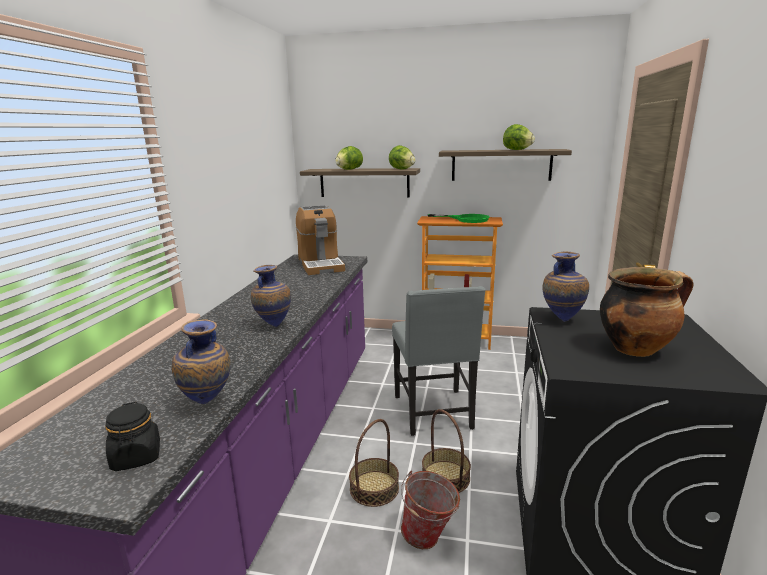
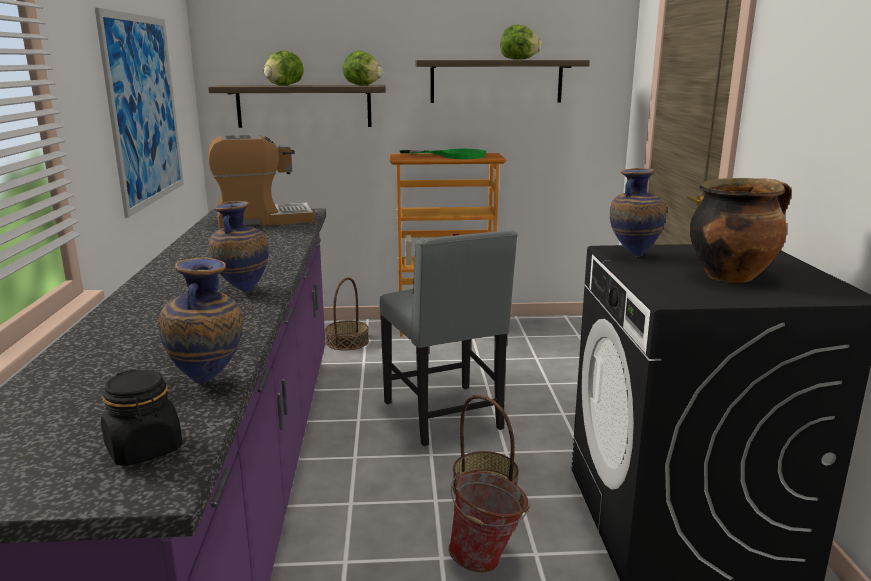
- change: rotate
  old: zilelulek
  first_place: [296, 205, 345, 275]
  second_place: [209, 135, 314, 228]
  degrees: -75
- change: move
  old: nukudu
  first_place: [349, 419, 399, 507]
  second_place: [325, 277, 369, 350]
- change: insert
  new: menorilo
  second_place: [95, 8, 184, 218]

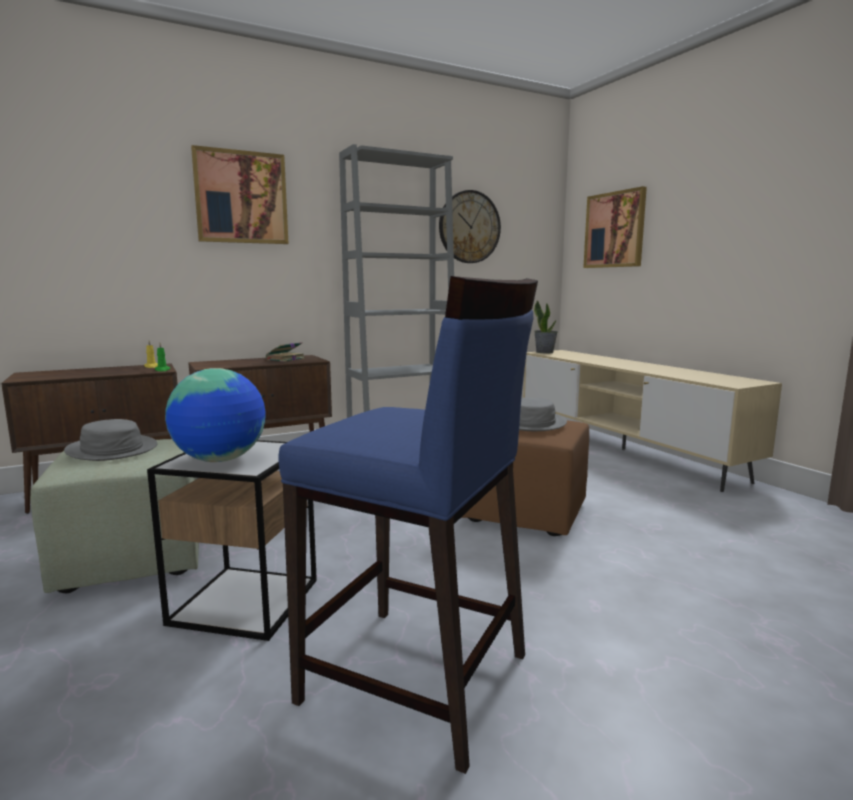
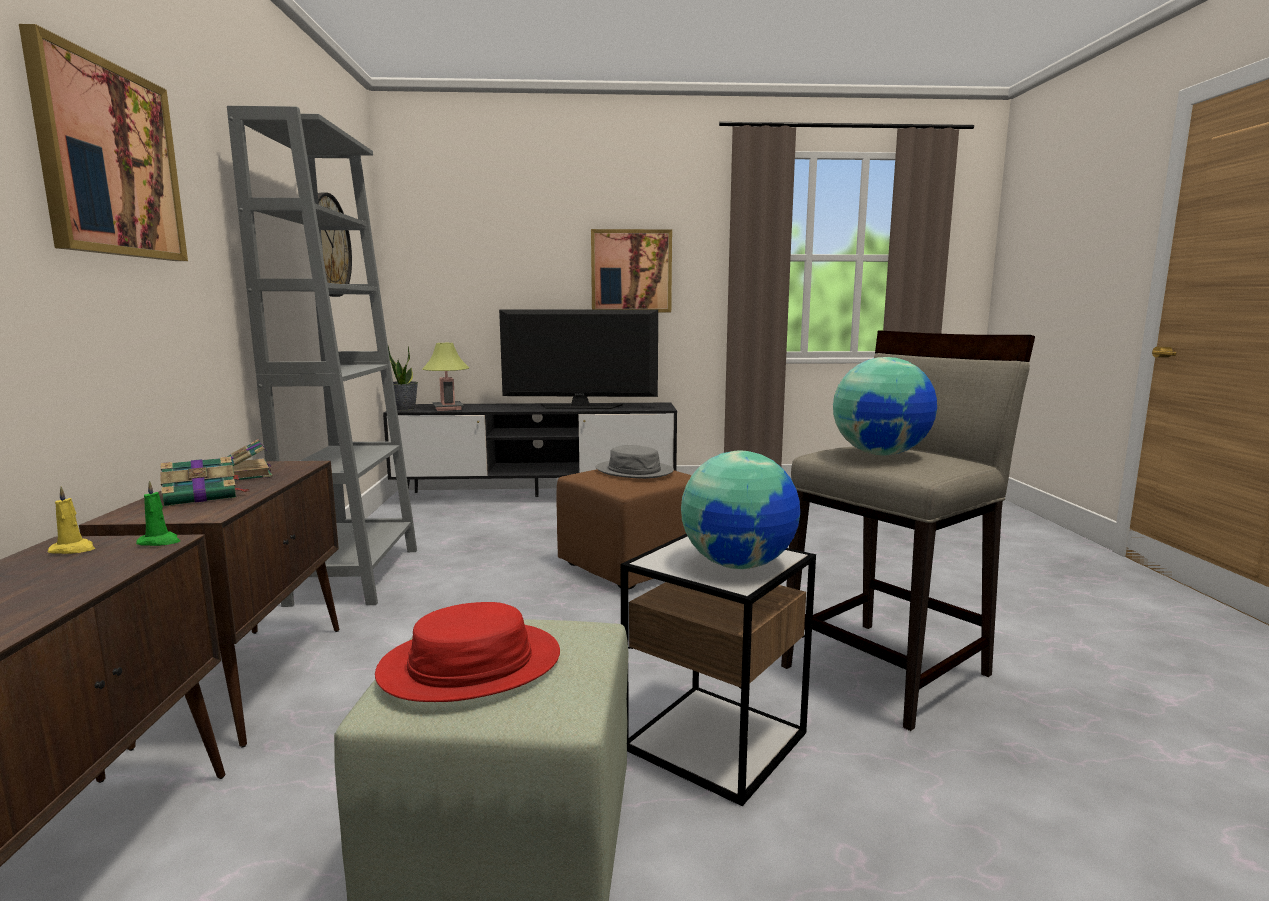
- change: move
  old: menorilo
  first_place: [583, 186, 647, 268]
  second_place: [591, 229, 672, 312]
- change: recolor
  old: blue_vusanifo
  new: beige_vusanifo
  first_place: [278, 276, 538, 774]
  second_place: [781, 330, 1035, 731]
- change: recolor
  old: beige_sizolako
  new: black_sizolako
  first_place: [523, 350, 782, 492]
  second_place: [383, 403, 677, 497]
- change: recolor
  old: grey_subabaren
  new: red_subabaren
  first_place: [64, 419, 157, 461]
  second_place: [375, 602, 560, 702]
- change: insert
  new: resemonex
  second_place: [499, 309, 658, 409]
- change: insert
  new: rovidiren
  second_place: [422, 343, 469, 411]
- change: insert
  new: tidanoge
  second_place: [833, 357, 937, 455]
- change: insert
  new: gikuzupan
  second_place: [160, 456, 249, 507]

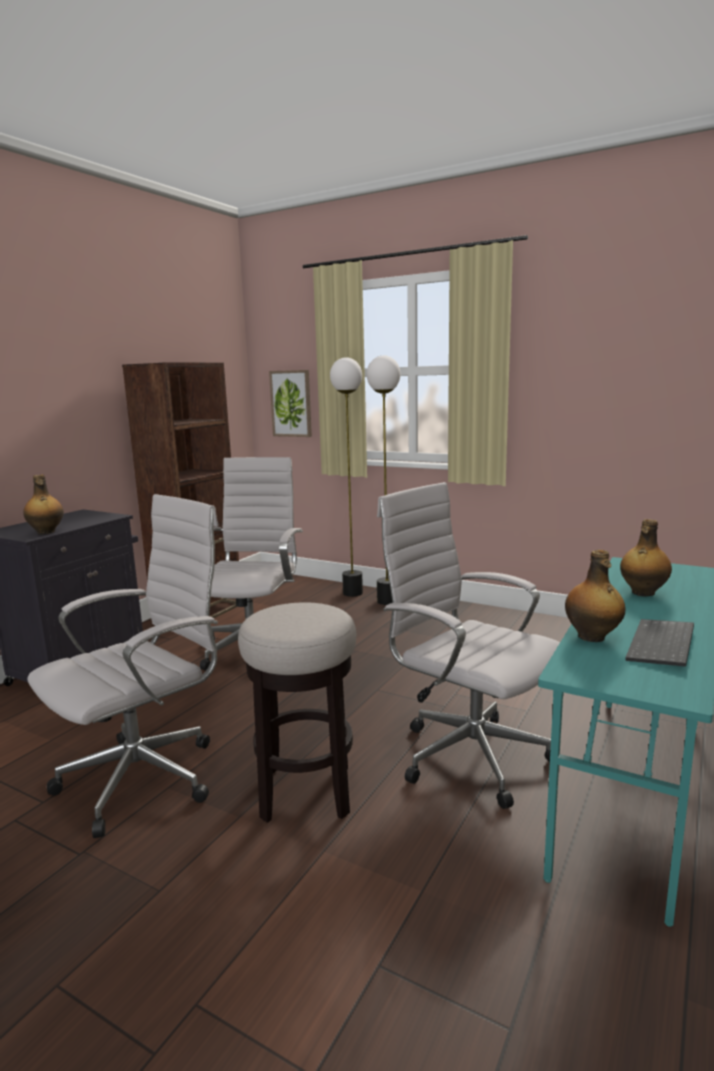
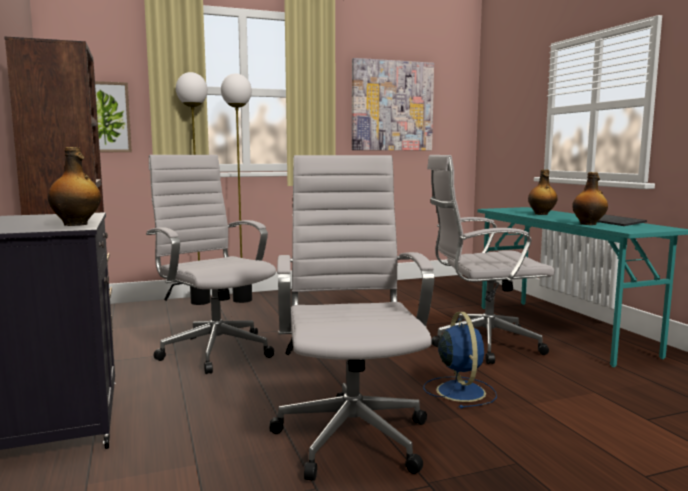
- change: replace
  old: vusanifo
  new: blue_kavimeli
  first_place: [238, 602, 356, 823]
  second_place: [423, 312, 497, 409]
- change: insert
  new: menorilo
  second_place: [352, 58, 434, 150]

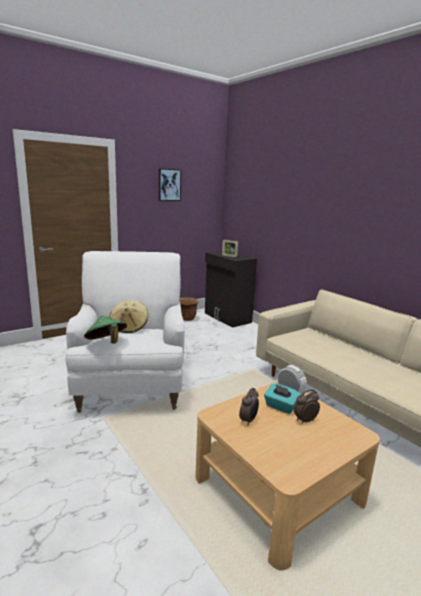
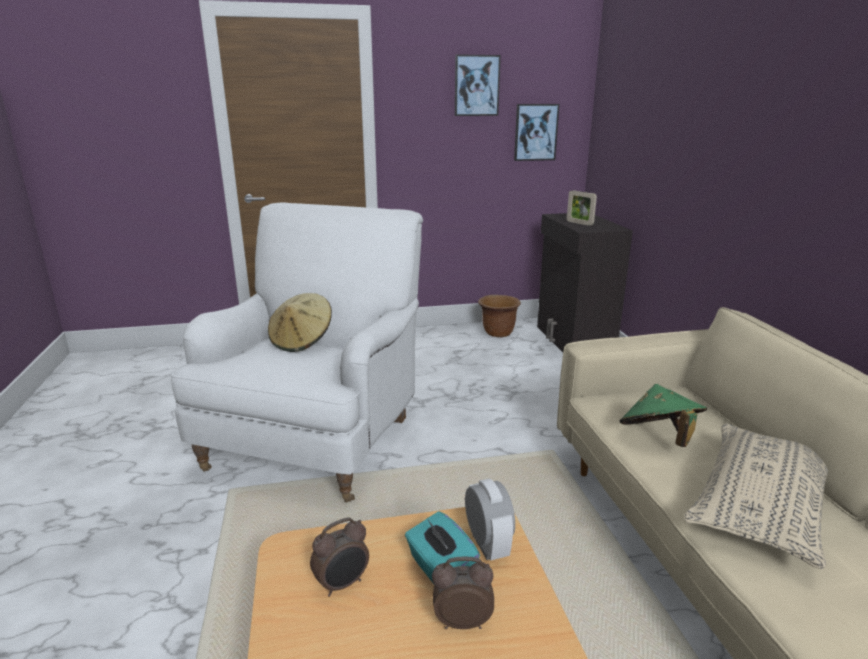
- change: move
  old: green_subabaren
  first_place: [84, 315, 127, 344]
  second_place: [620, 384, 707, 447]
- change: insert
  new: menorilo
  second_place: [514, 104, 559, 161]
- change: insert
  new: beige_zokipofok
  second_place: [684, 423, 828, 569]

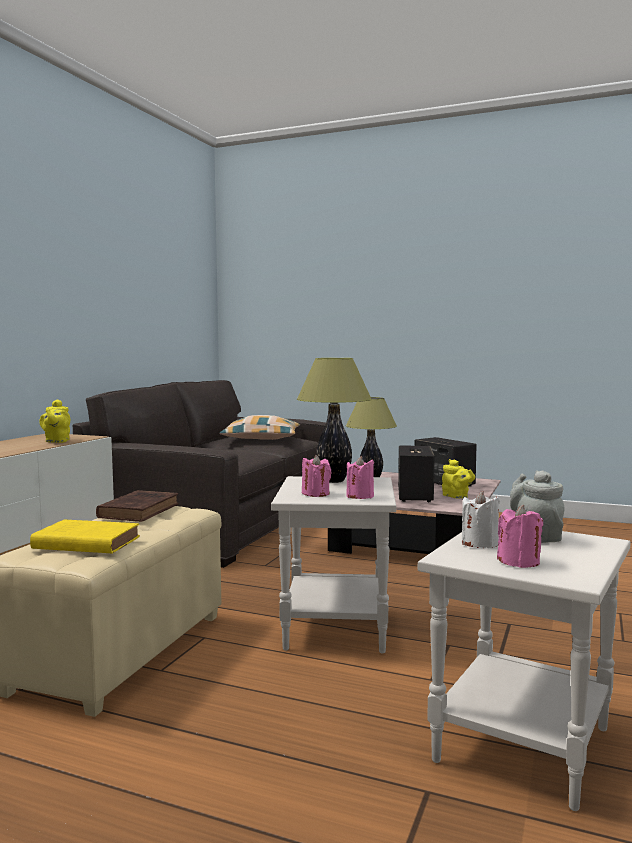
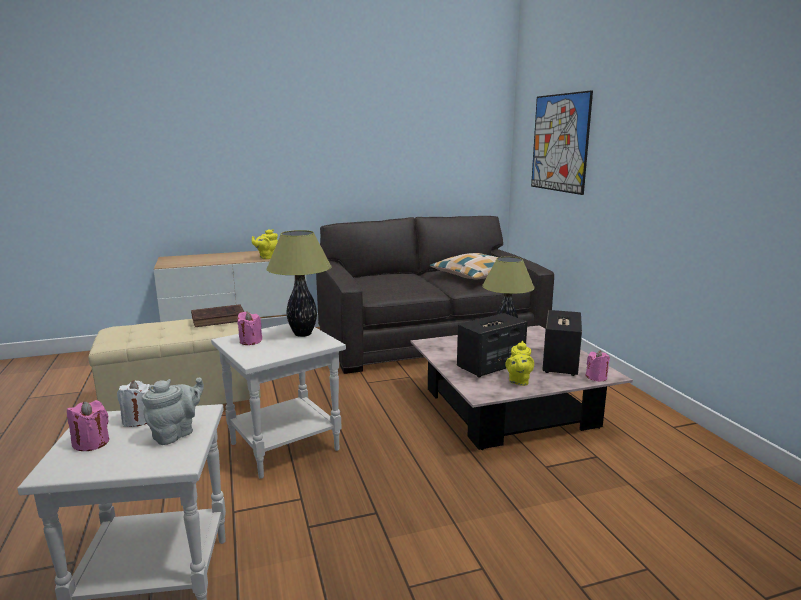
- change: move
  old: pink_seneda
  first_place: [346, 456, 374, 499]
  second_place: [586, 350, 610, 382]
- change: delete
  old: yellow_gikuzupan
  first_place: [30, 519, 140, 554]
- change: insert
  new: menorilo
  second_place: [531, 90, 593, 195]

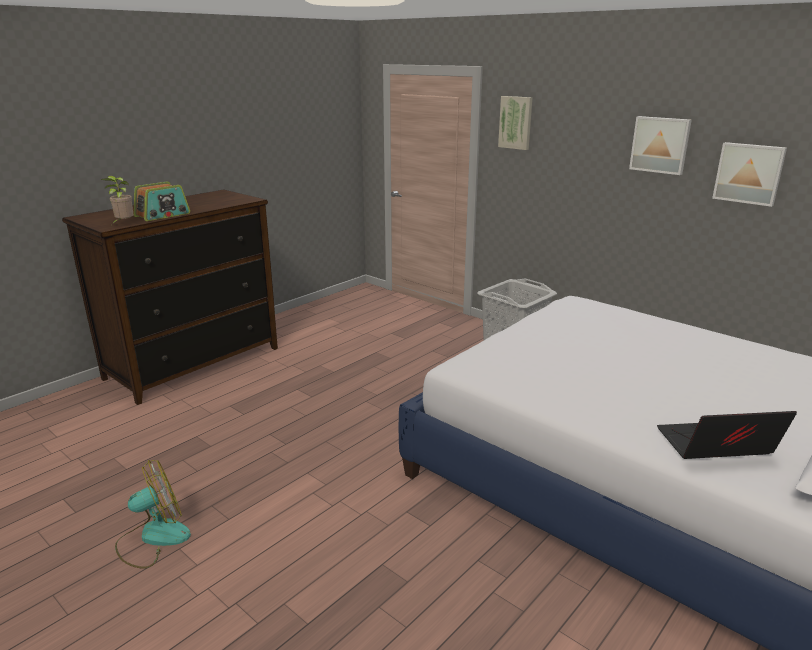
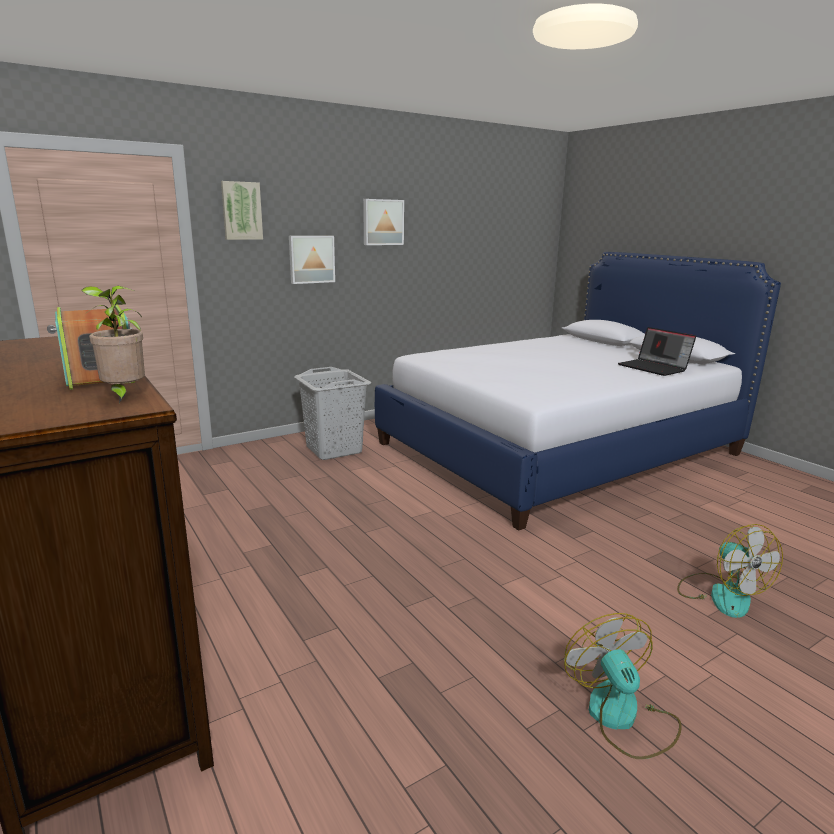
- change: move
  old: menorilo
  first_place: [712, 142, 787, 207]
  second_place: [289, 236, 335, 284]
- change: rotate
  old: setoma
  first_place: [657, 411, 797, 459]
  second_place: [618, 327, 696, 376]
  degrees: -45
- change: insert
  new: kavimeli
  second_place: [677, 524, 783, 618]

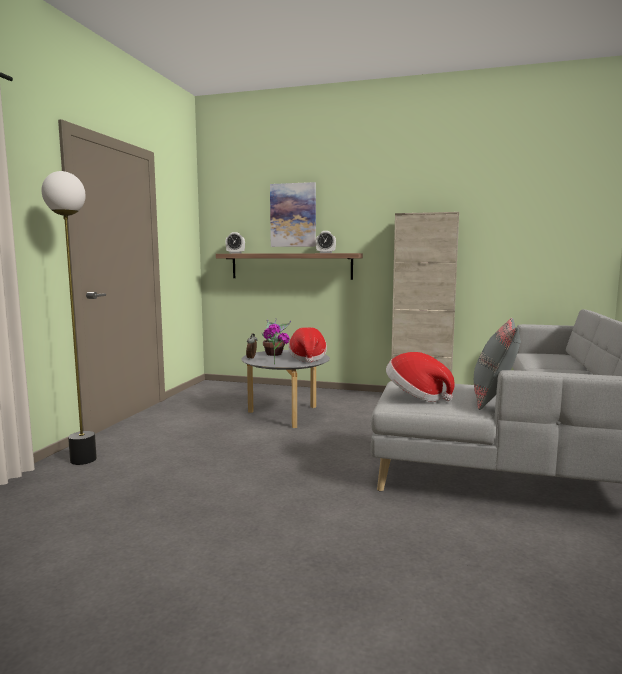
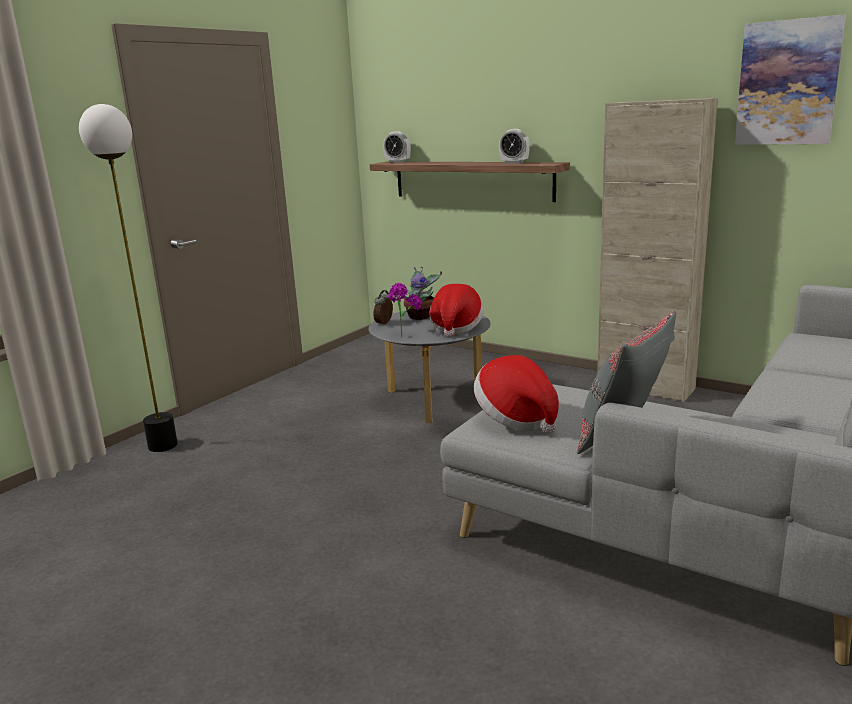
- change: move
  old: menorilo
  first_place: [270, 182, 316, 247]
  second_place: [735, 14, 846, 145]

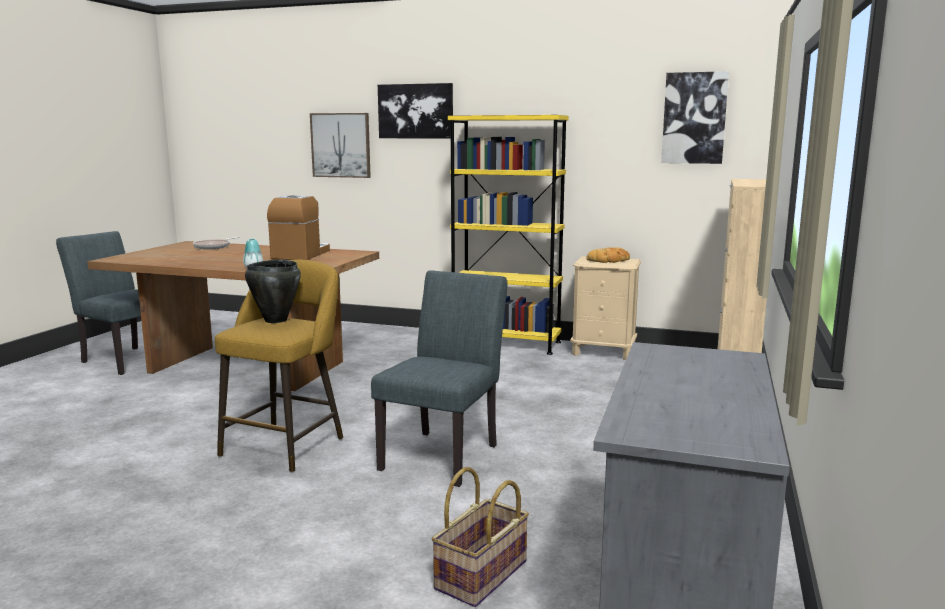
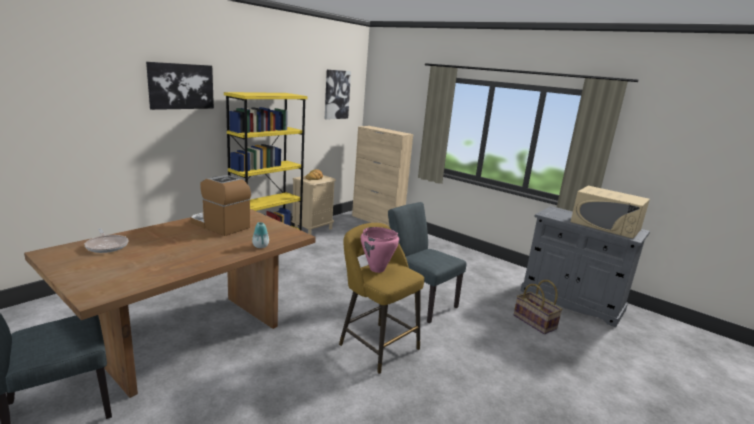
- change: delete
  old: menorilo
  first_place: [310, 113, 371, 178]
- change: recolor
  old: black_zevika
  new: pink_zevika
  first_place: [245, 260, 301, 323]
  second_place: [361, 227, 399, 273]
- change: insert
  new: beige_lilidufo
  second_place: [571, 186, 650, 239]

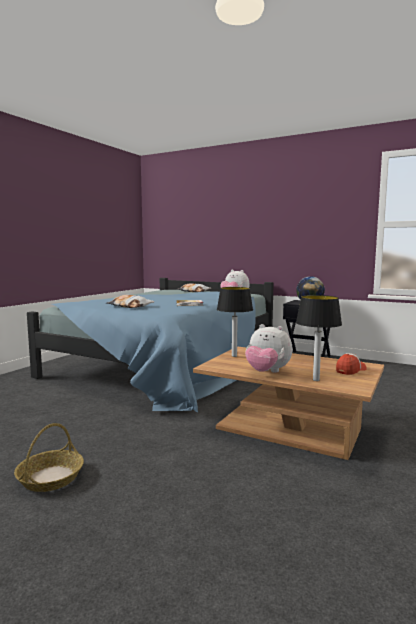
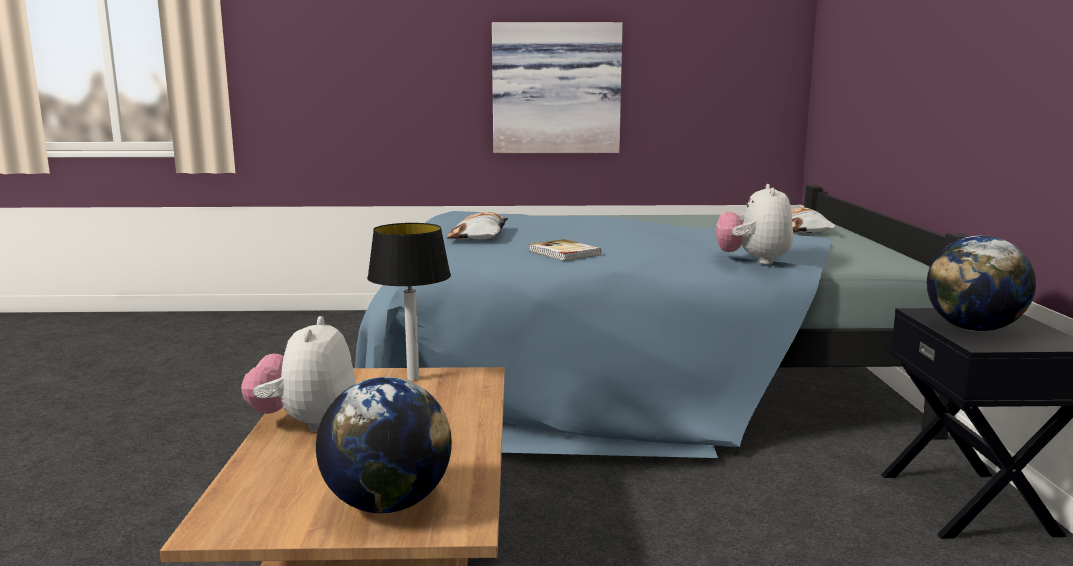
- change: delete
  old: rovidiren
  first_place: [296, 295, 342, 381]
- change: replace
  old: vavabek
  new: tidanoge
  first_place: [336, 353, 367, 375]
  second_place: [316, 377, 452, 513]
- change: delete
  old: nukudu
  first_place: [14, 423, 84, 492]
- change: insert
  new: menorilo
  second_place: [492, 22, 623, 153]

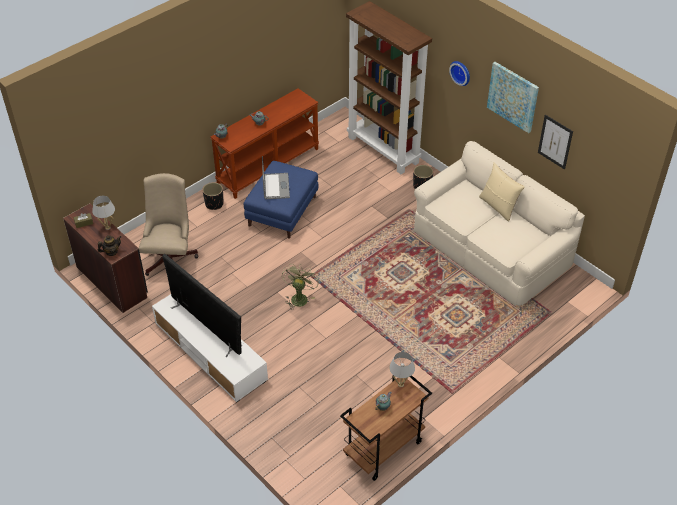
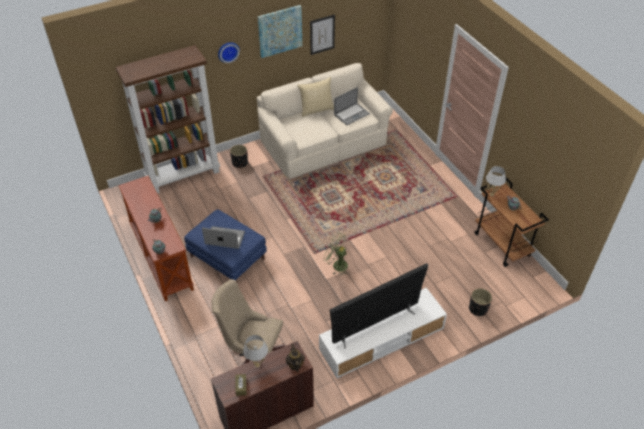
- change: move
  old: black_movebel
  first_place: [202, 182, 224, 210]
  second_place: [469, 288, 492, 316]
- change: insert
  new: setoma
  second_place: [334, 87, 370, 125]

